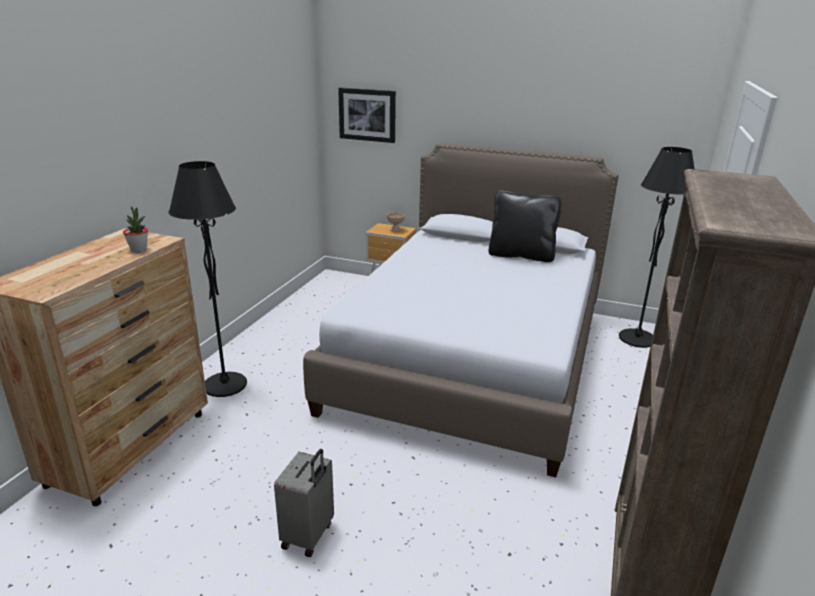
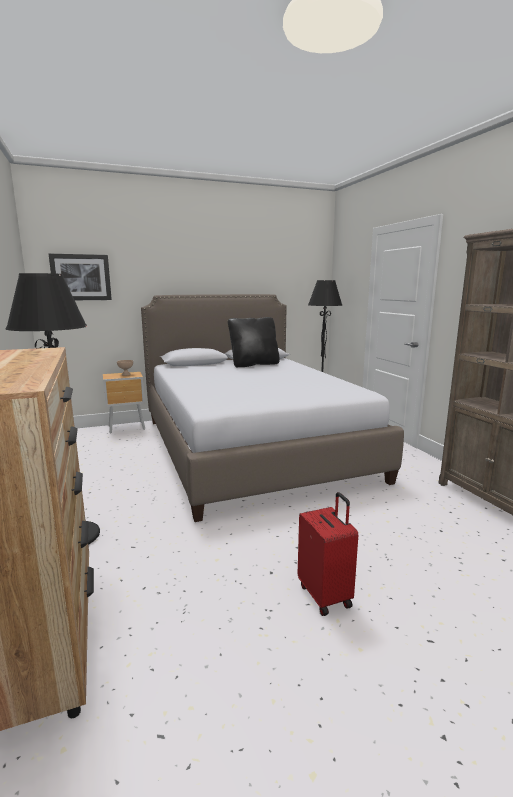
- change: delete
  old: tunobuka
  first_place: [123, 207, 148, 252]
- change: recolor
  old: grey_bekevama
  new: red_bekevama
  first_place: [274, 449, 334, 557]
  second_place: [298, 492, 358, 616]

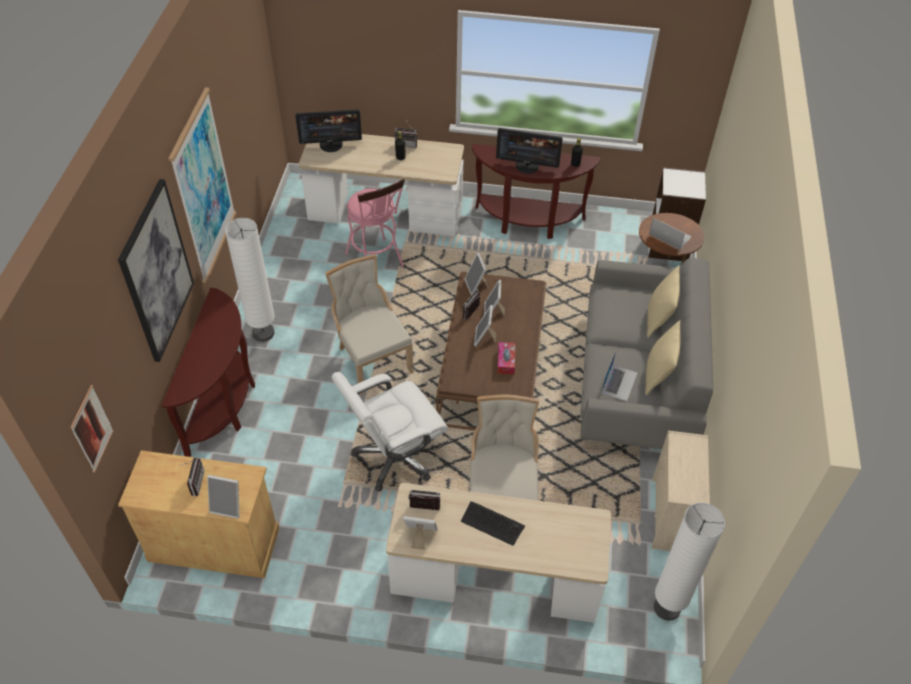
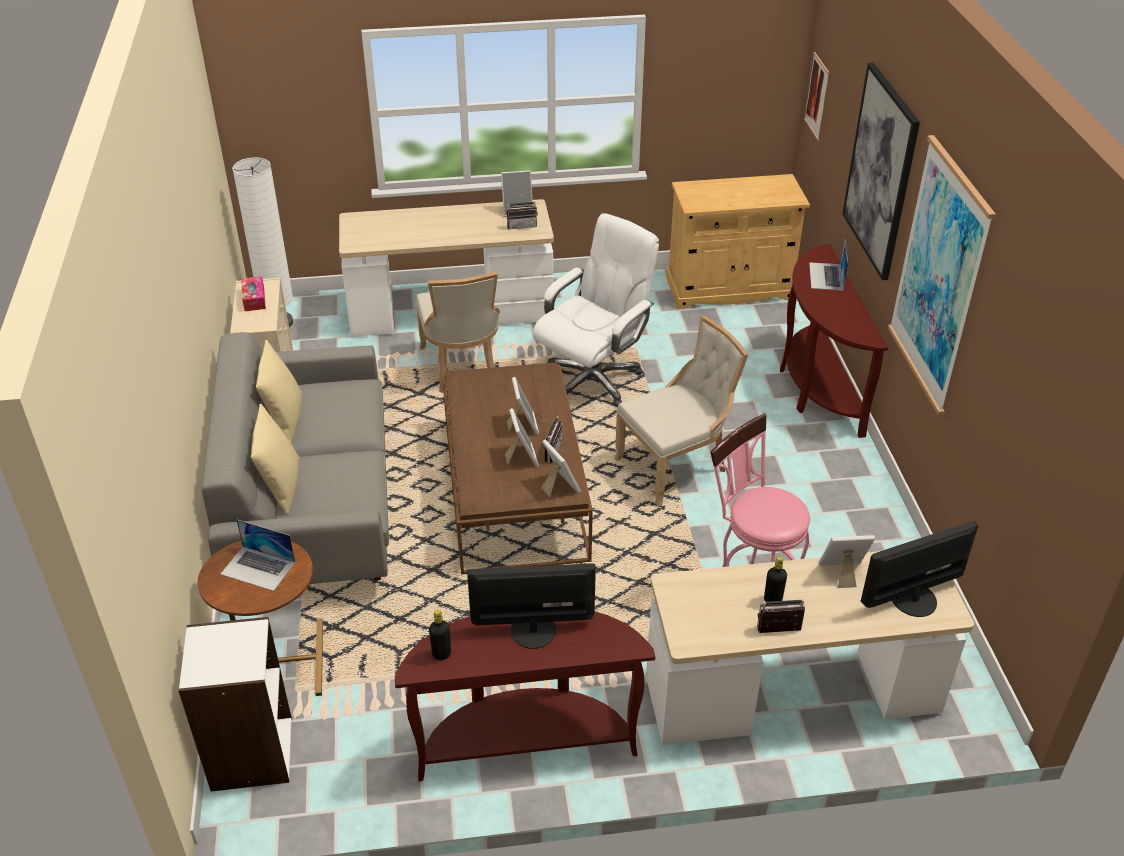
- change: delete
  old: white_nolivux
  first_place: [225, 218, 275, 342]
- change: rotate
  old: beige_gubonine
  first_place: [325, 254, 414, 395]
  second_place: [614, 316, 748, 506]
  degrees: -75
- change: move
  old: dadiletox
  first_place: [497, 342, 515, 374]
  second_place: [241, 276, 266, 311]
- change: move
  old: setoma
  first_place: [601, 350, 638, 401]
  second_place: [809, 241, 848, 291]
- change: delete
  old: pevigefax
  first_place: [178, 456, 205, 496]
- change: move
  old: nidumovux
  first_place: [207, 475, 240, 519]
  second_place: [819, 535, 875, 588]
- change: delete
  old: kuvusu
  first_place: [461, 502, 525, 546]

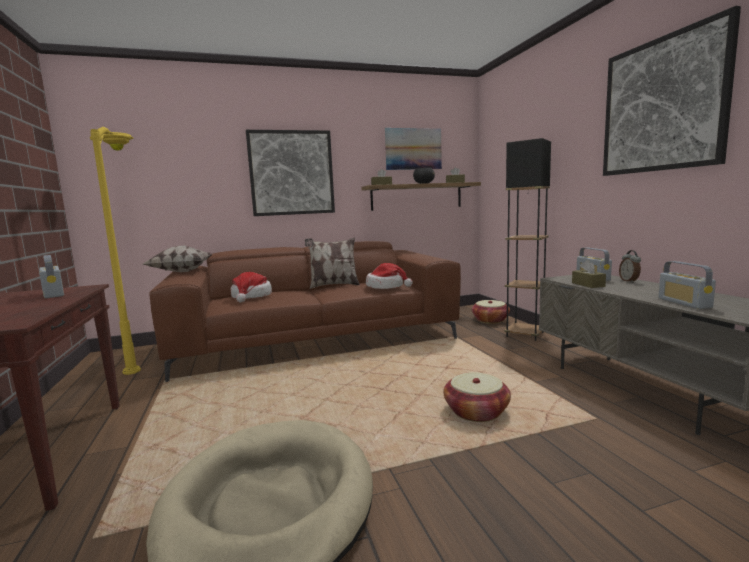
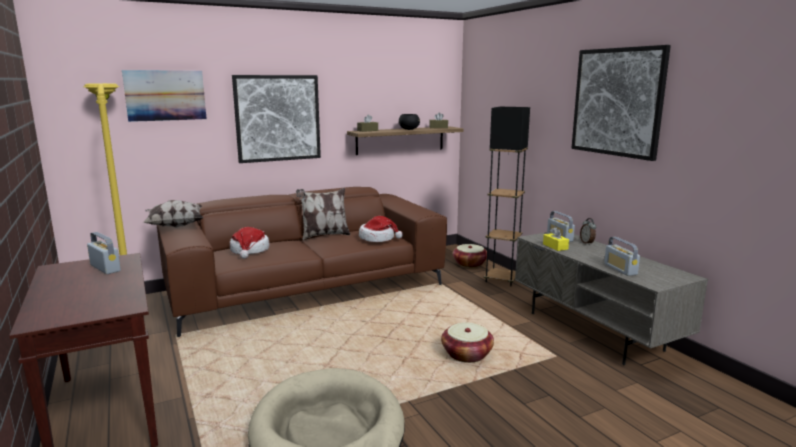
- change: move
  old: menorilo
  first_place: [385, 128, 442, 170]
  second_place: [122, 70, 207, 122]
- change: recolor
  old: brown_dadiletox
  new: yellow_dadiletox
  first_place: [572, 260, 606, 288]
  second_place: [543, 227, 569, 251]

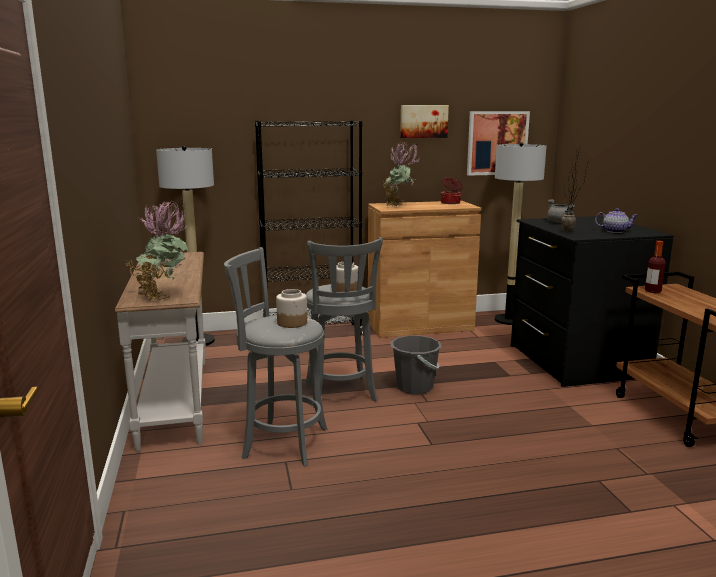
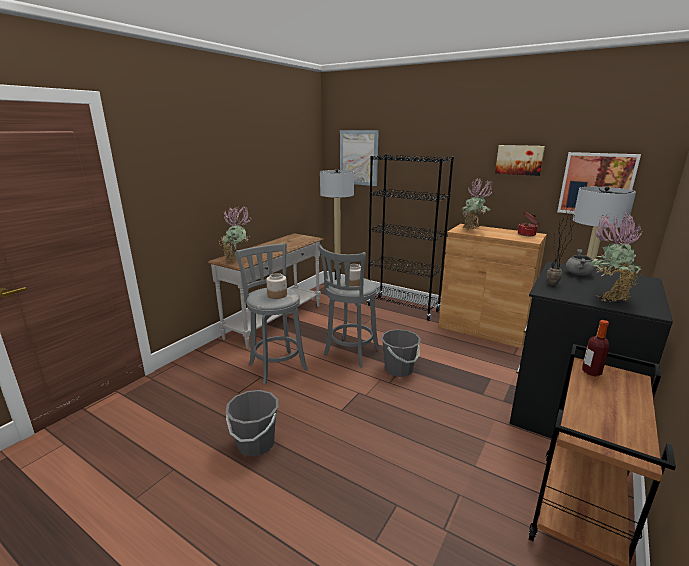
- change: replace
  old: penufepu
  new: tunobuka
  first_place: [595, 208, 638, 233]
  second_place: [590, 212, 643, 302]
- change: insert
  new: menorilo
  second_place: [340, 130, 379, 186]
- change: insert
  new: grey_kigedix
  second_place: [225, 390, 278, 456]

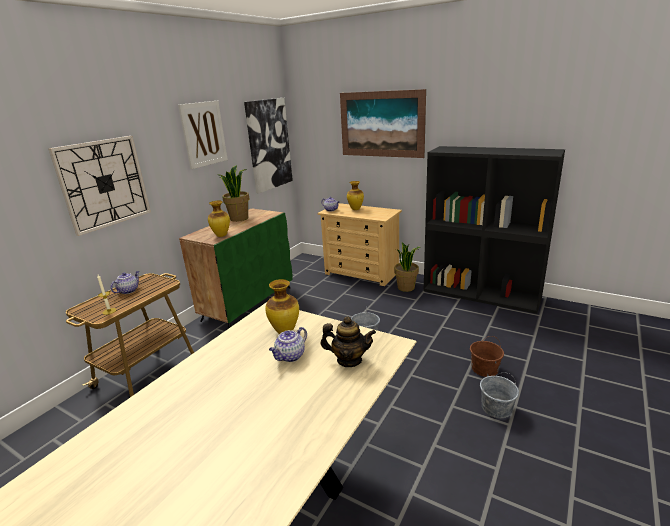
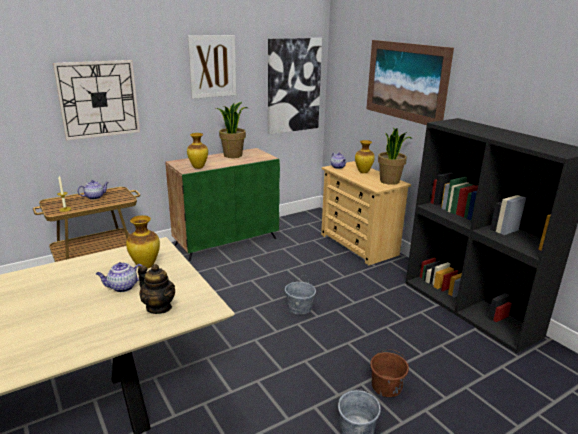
- change: move
  old: tunobuka
  first_place: [394, 242, 421, 292]
  second_place: [378, 128, 412, 185]

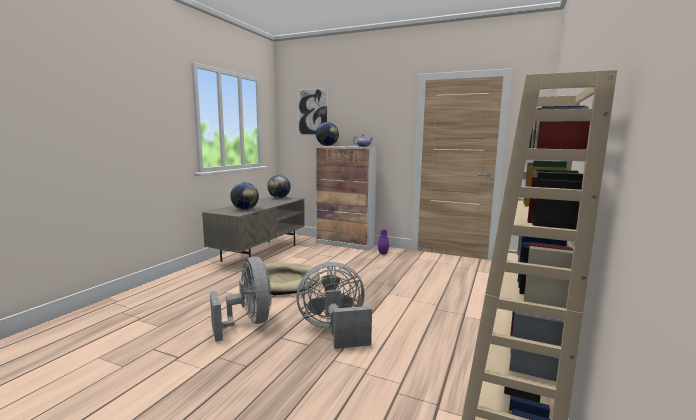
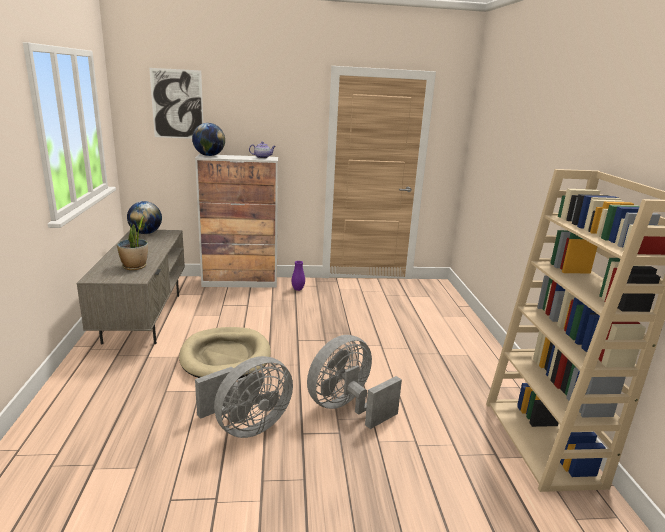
- change: replace
  old: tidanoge
  new: tunobuka
  first_place: [230, 182, 259, 210]
  second_place: [117, 216, 148, 270]
- change: rotate
  old: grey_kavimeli
  first_place: [210, 257, 272, 342]
  second_place: [195, 356, 293, 438]
  degrees: 105

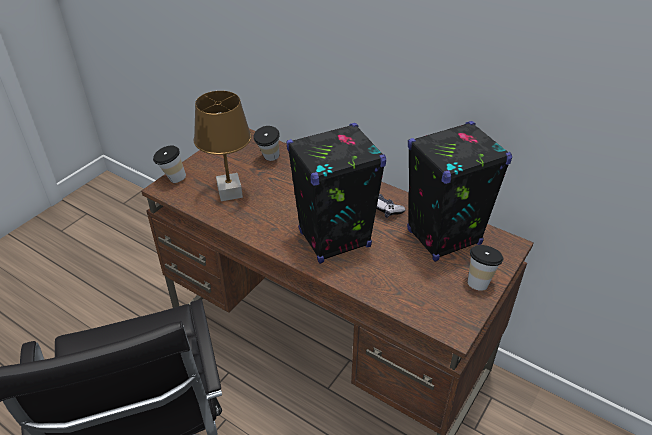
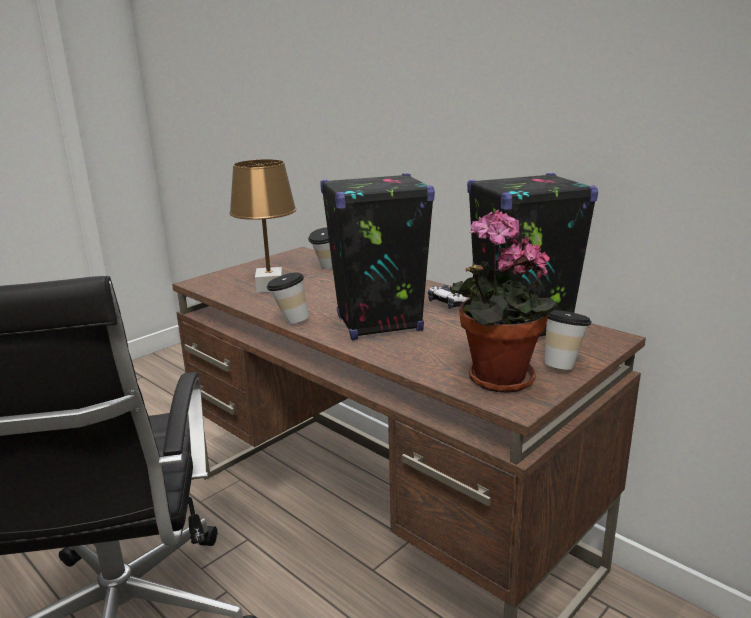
- change: move
  old: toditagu
  first_place: [153, 145, 186, 183]
  second_place: [267, 272, 309, 324]
- change: insert
  new: tunobuka
  second_place: [450, 210, 559, 393]

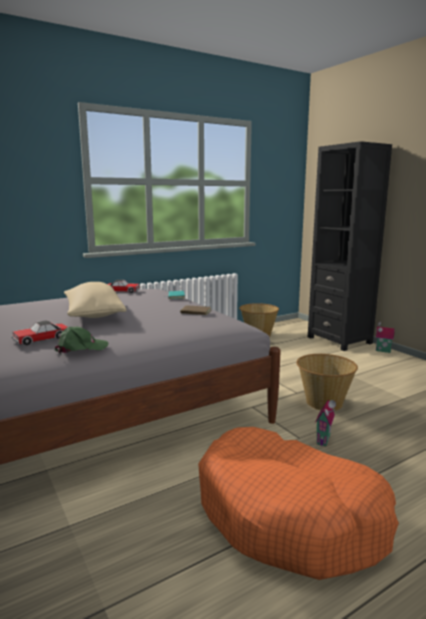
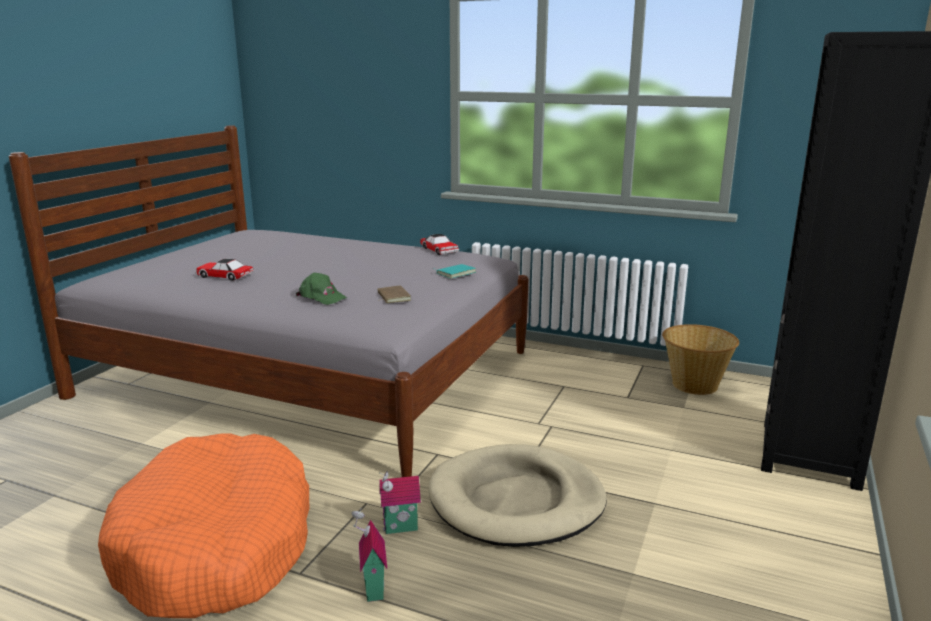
- change: delete
  old: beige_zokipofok
  first_place: [64, 282, 127, 318]
- change: move
  old: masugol
  first_place: [376, 322, 395, 353]
  second_place: [351, 508, 387, 602]
- change: move
  old: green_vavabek
  first_place: [55, 327, 109, 354]
  second_place: [296, 273, 347, 305]
- change: replace
  old: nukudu
  new: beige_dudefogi
  first_place: [296, 354, 358, 411]
  second_place: [428, 444, 607, 547]

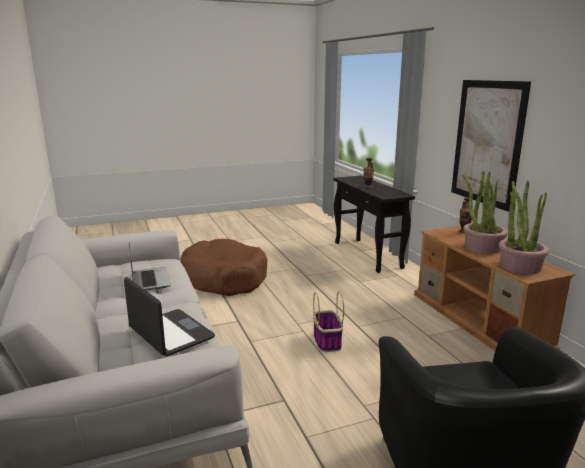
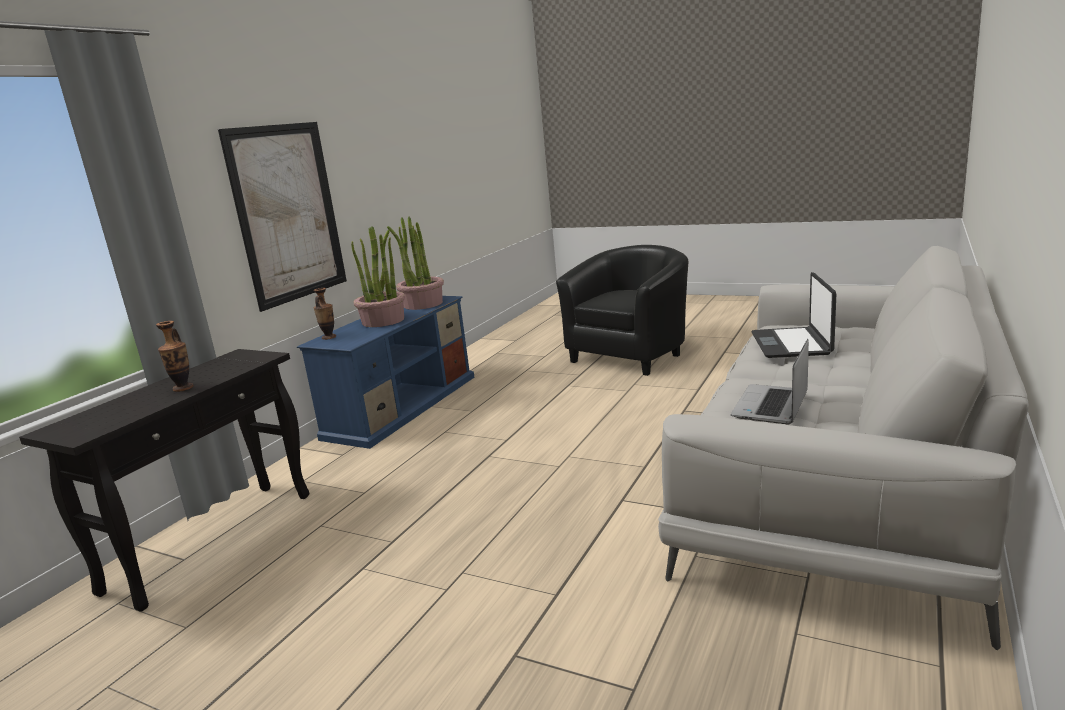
- change: recolor
  old: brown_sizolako
  new: blue_sizolako
  first_place: [414, 226, 575, 351]
  second_place: [297, 296, 474, 449]
- change: delete
  old: brown_dudefogi
  first_place: [180, 239, 267, 296]
- change: delete
  old: nukudu
  first_place: [313, 291, 344, 352]

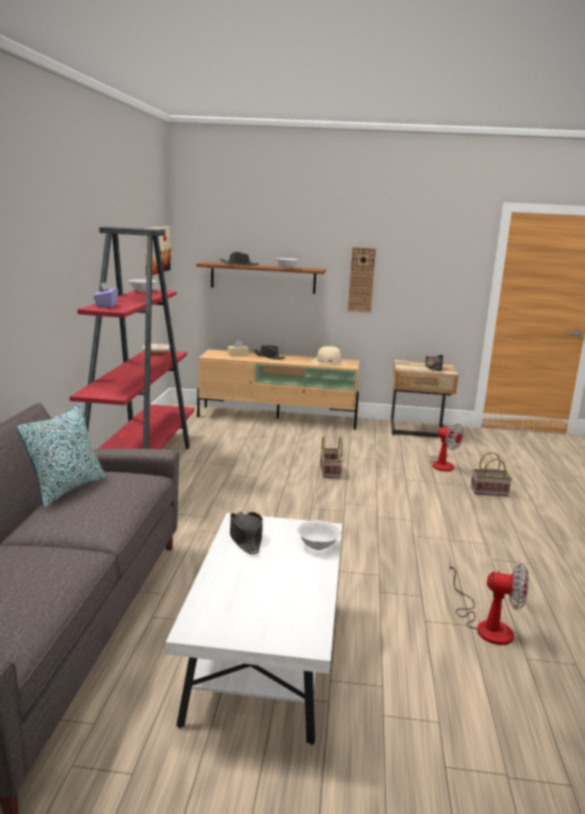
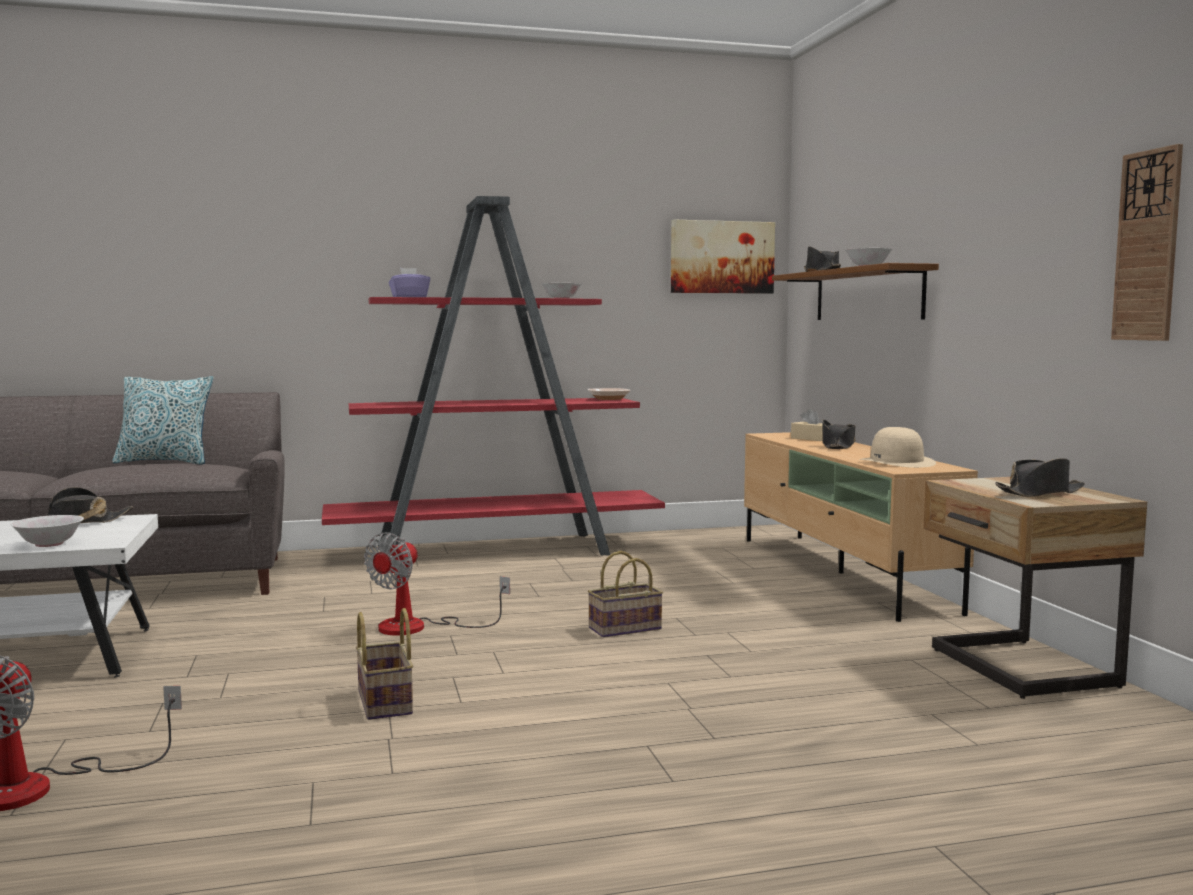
- change: move
  old: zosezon
  first_place: [348, 247, 376, 313]
  second_place: [1111, 144, 1183, 341]
- change: move
  old: kavimeli
  first_place: [430, 424, 464, 471]
  second_place: [364, 532, 510, 635]
- change: move
  old: nukudu
  first_place: [471, 452, 512, 496]
  second_place: [356, 608, 413, 720]

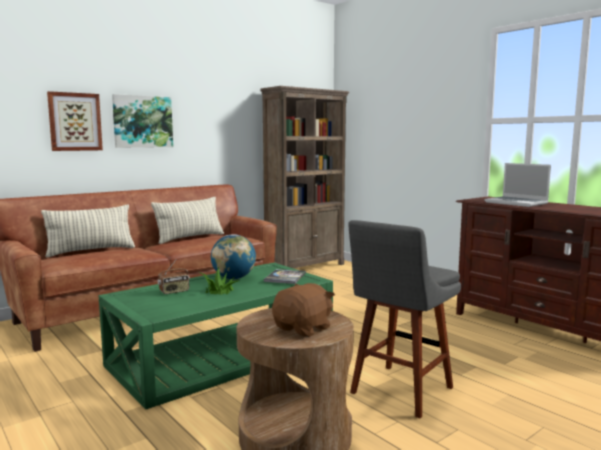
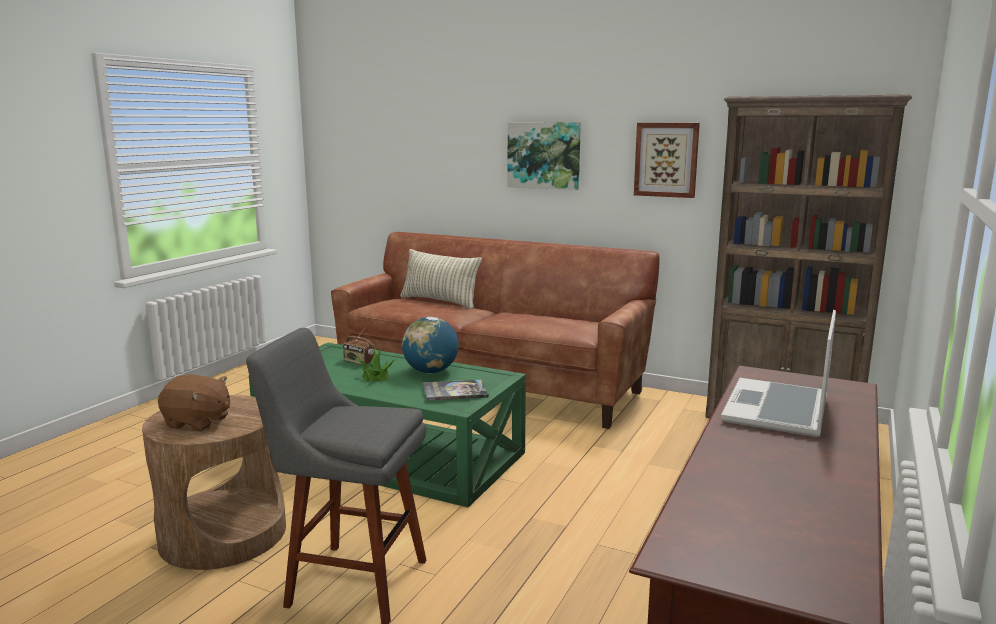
- change: move
  old: menorilo
  first_place: [47, 91, 103, 151]
  second_place: [634, 123, 700, 198]
- change: delete
  old: zokipofok
  first_place: [151, 197, 224, 244]

